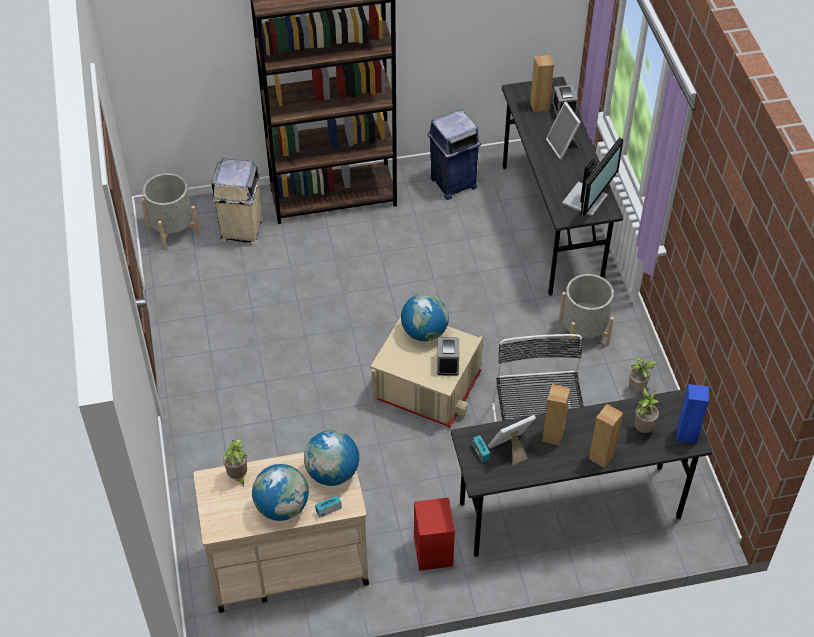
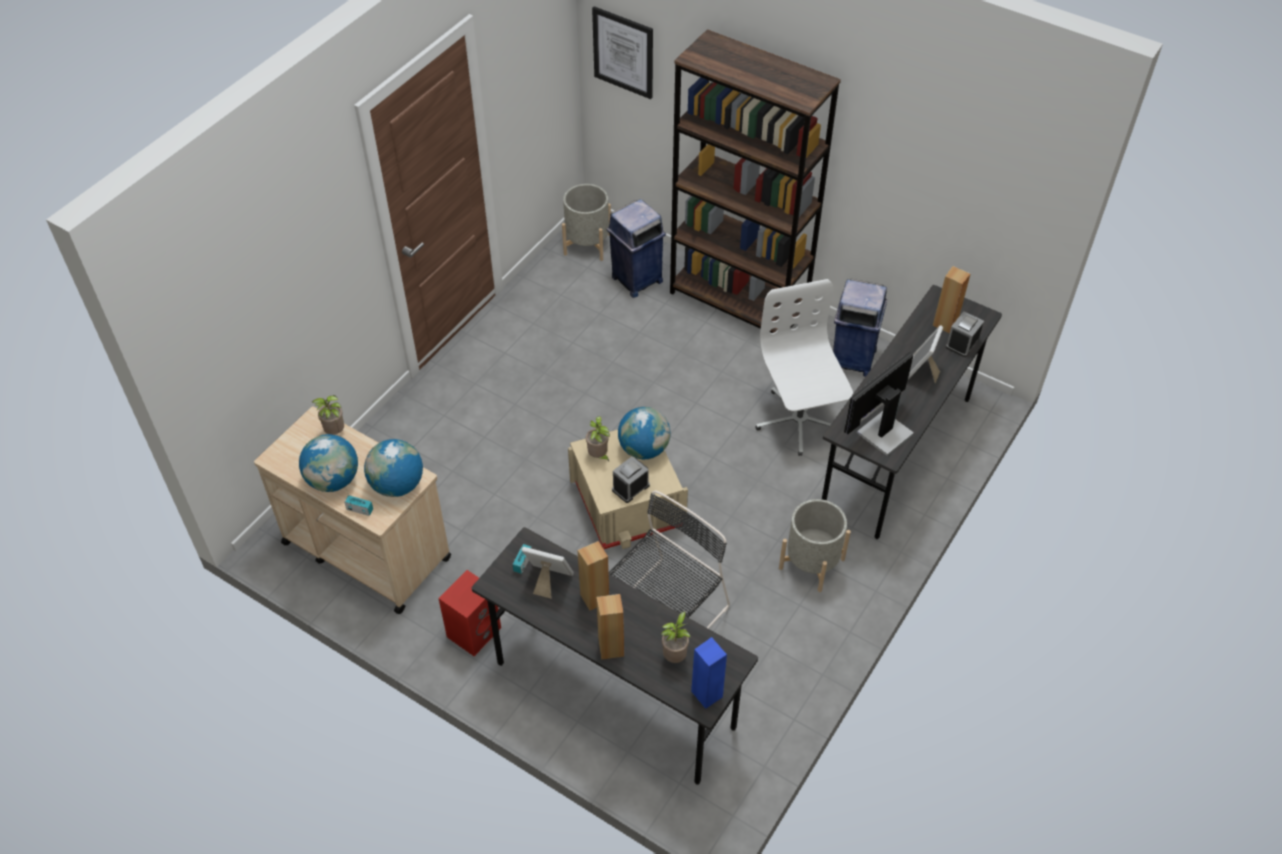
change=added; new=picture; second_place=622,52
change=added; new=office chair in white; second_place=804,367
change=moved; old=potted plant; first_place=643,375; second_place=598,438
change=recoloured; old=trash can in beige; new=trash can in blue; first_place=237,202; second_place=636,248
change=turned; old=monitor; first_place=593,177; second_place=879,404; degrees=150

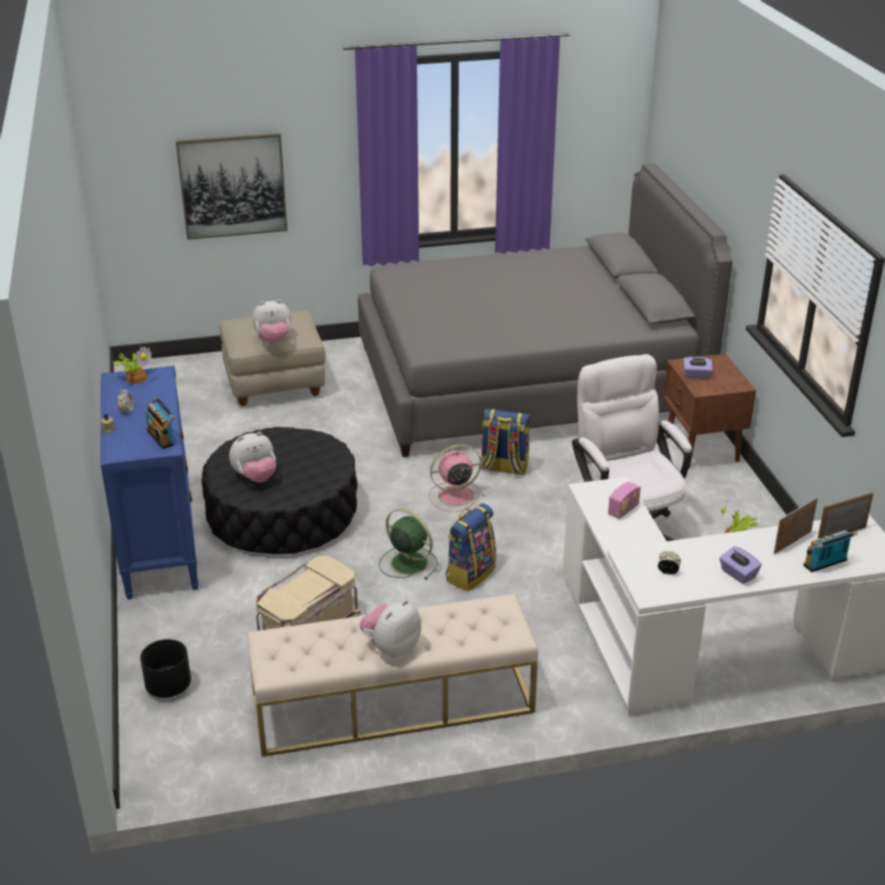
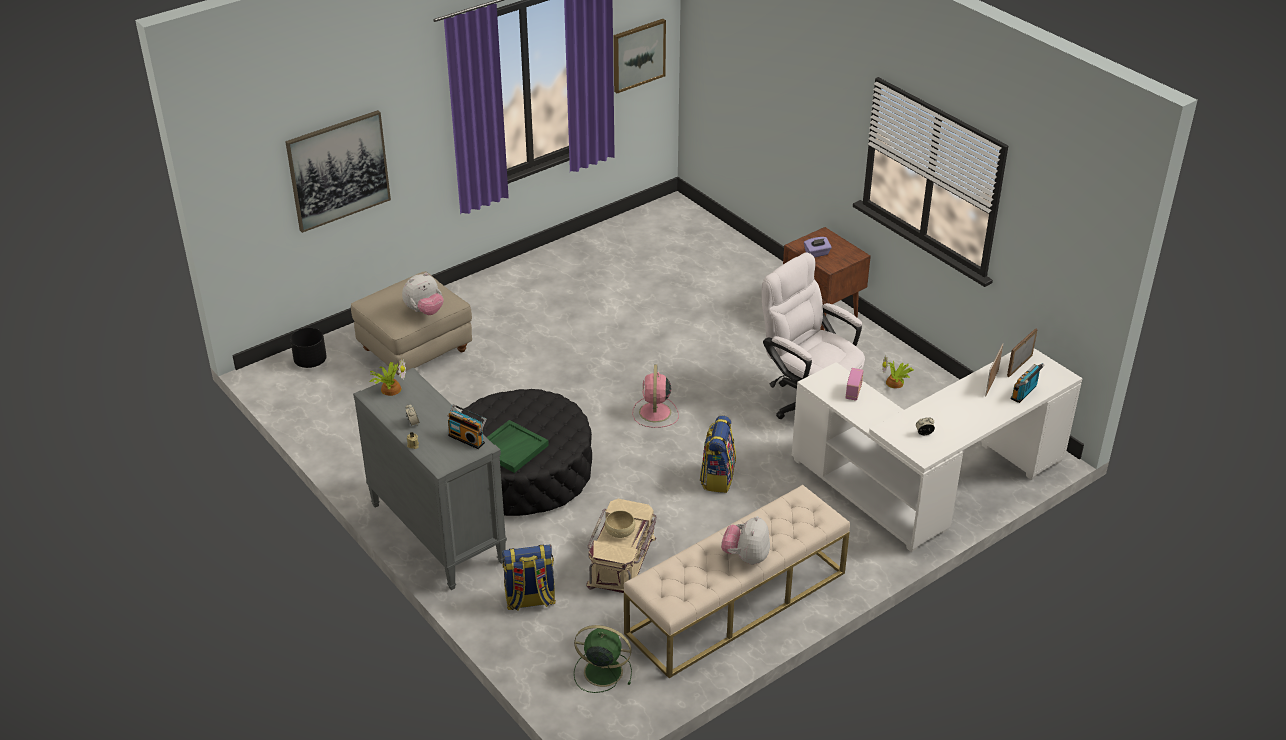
change=removed; old=bed in grey; first_place=545,310
change=removed; old=tissue box in purple; first_place=740,565
change=added; new=bowl in beige; second_place=620,524
change=added; new=picture; second_place=639,56
change=moved; old=planter in black; first_place=165,668; second_place=308,348
change=moved; old=fan in green; first_place=408,544; second_place=603,659
change=moved; old=backpack; first_place=505,442; second_place=529,577
change=replaced; old=plush toy; new=tray in green; first_place=252,457; second_place=518,446
change=recoloured; old=dresser in blue; new=dresser in grey; first_place=149,482; second_place=430,479
change=turned; old=fan in pink; first_place=457,478; second_place=655,396; degrees=-45

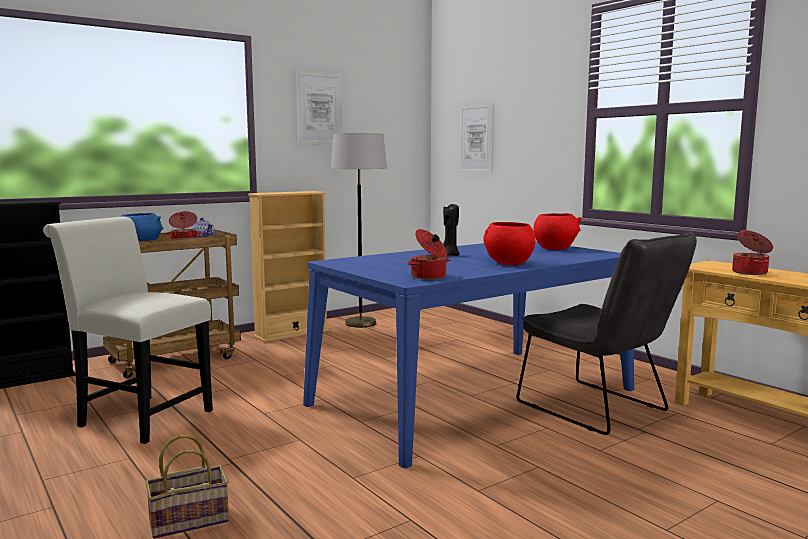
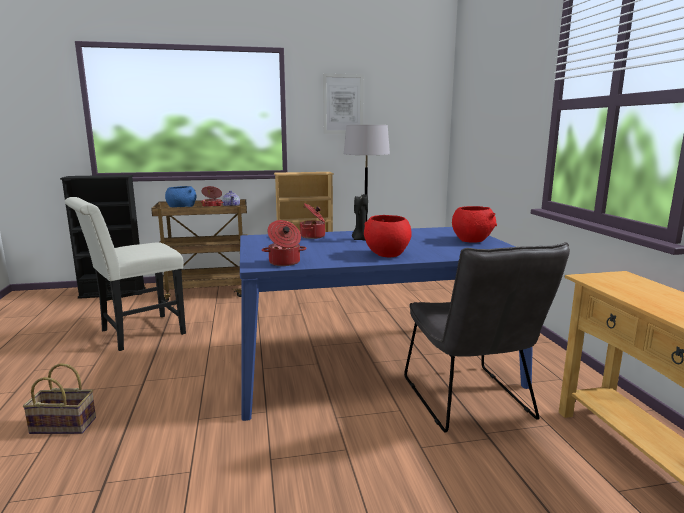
change=removed; old=picture; first_place=476,138
change=moved; old=cooking pot; first_place=752,252; second_place=312,221
change=turned; old=chair in white; first_place=128,330; second_place=125,274; degrees=-90

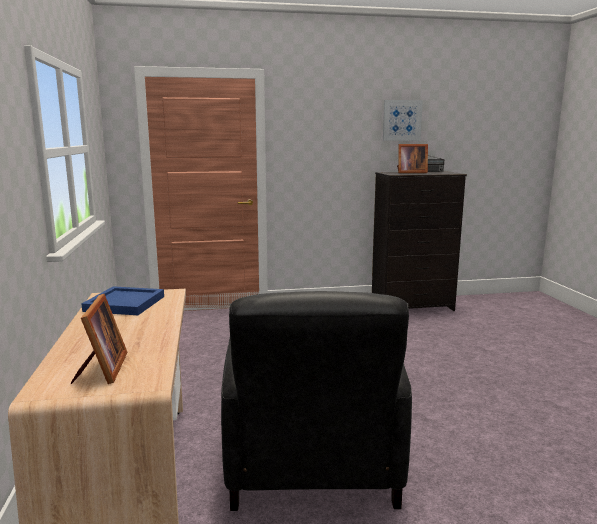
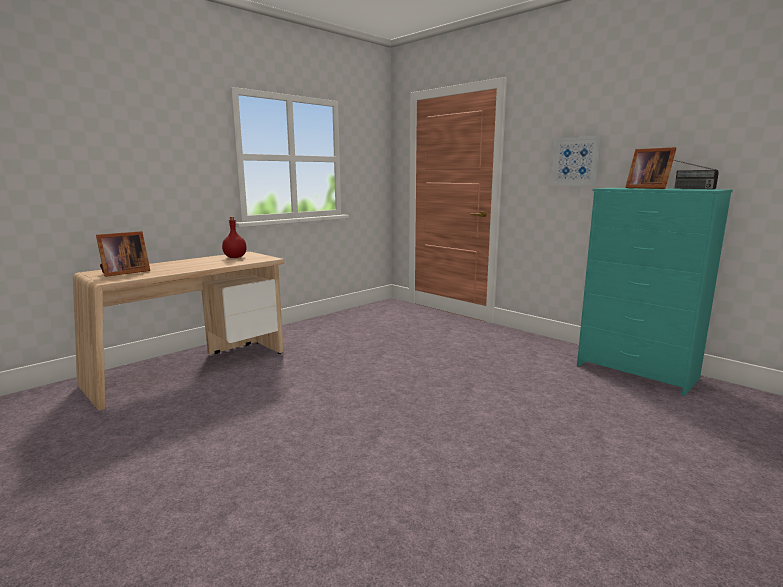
change=removed; old=armchair in black; first_place=316,401
change=moved; old=picture; first_place=403,120; second_place=576,161
change=replaced; old=tray in blue; new=bottle in red; first_place=122,300; second_place=234,237
change=recoloured; old=dresser in black; new=dresser in turquoise; first_place=419,241; second_place=655,292

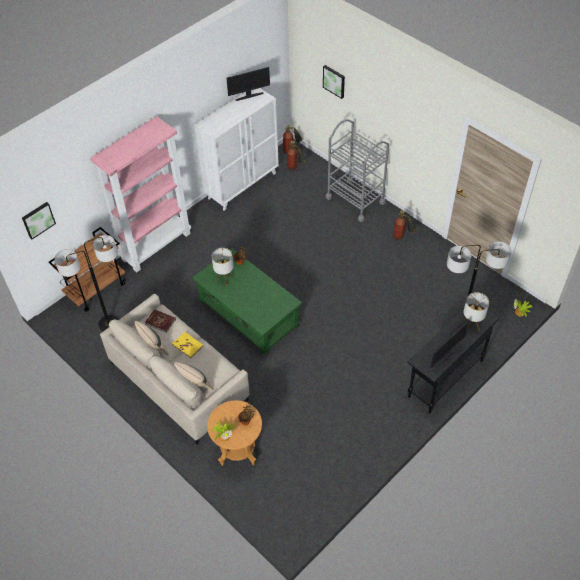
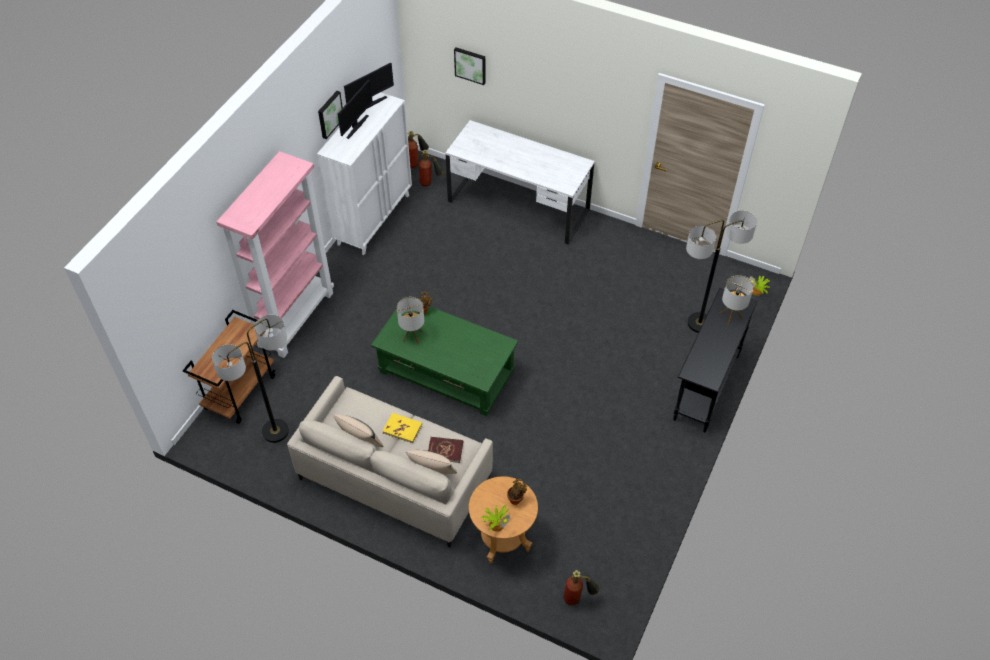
change=moved; old=picture; first_place=39,220; second_place=330,115
change=moved; old=book in red; first_place=160,321; second_place=445,450
change=moved; old=fire extinguisher; first_place=404,225; second_place=581,587
change=moved; old=monitor; first_place=449,344; second_place=355,109
change=replaced; old=cart in grey; new=desk in white; first_place=357,170; second_place=520,182

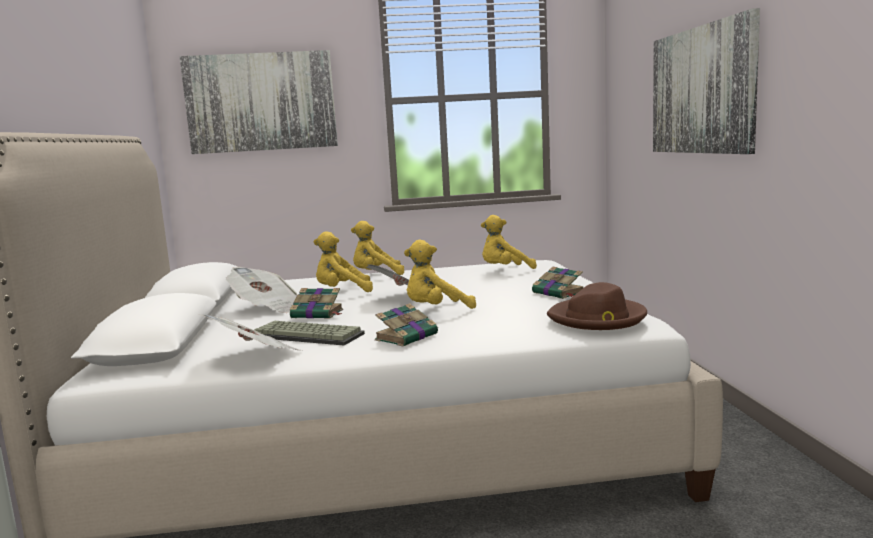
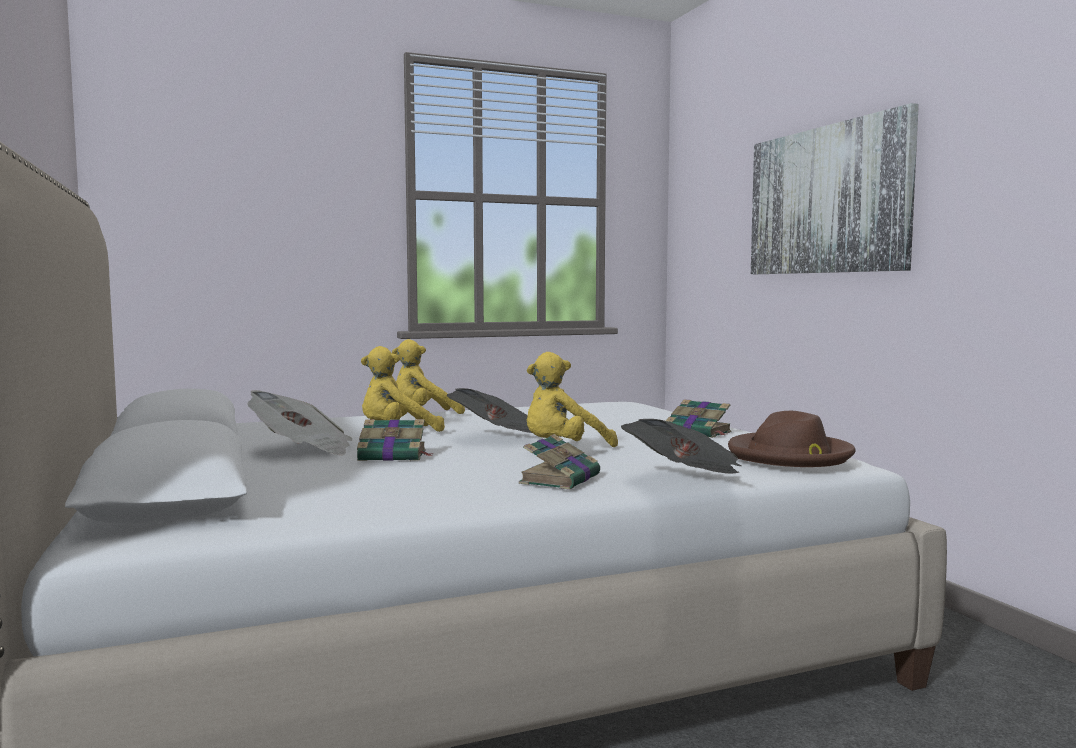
change=removed; old=picture; first_place=258,102
change=removed; old=keyboard; first_place=309,333
change=removed; old=plush toy in yellow; first_place=509,242
change=moved; old=newspaper; first_place=249,332; second_place=681,446

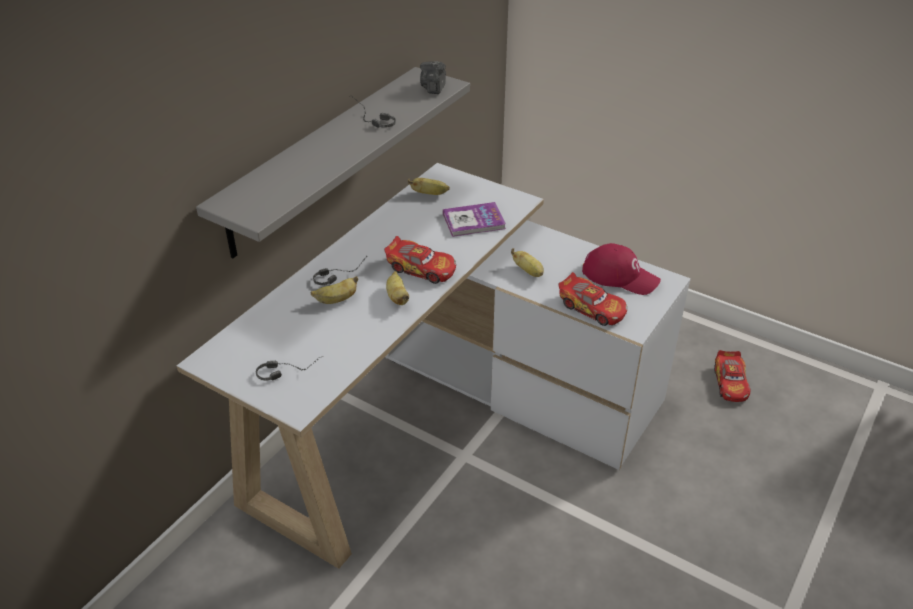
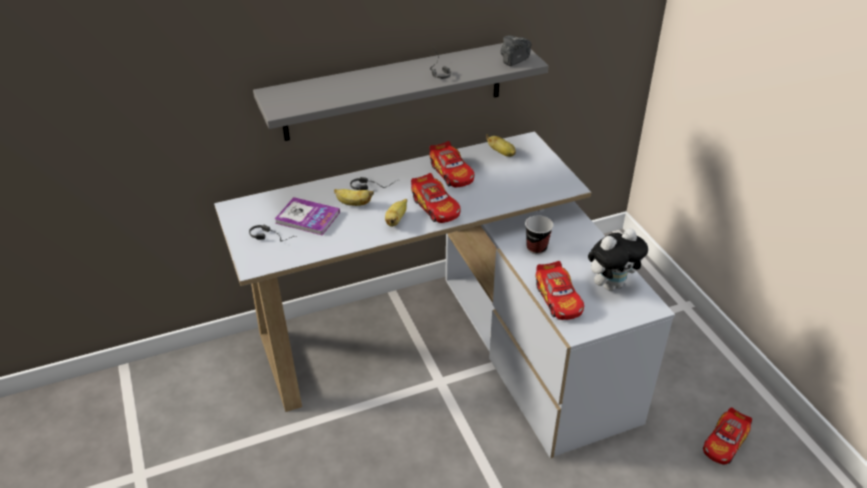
change=added; new=toy car; second_place=451,164
change=moved; old=book; first_place=474,219; second_place=307,216
change=replaced; old=banana; new=cup; first_place=527,262; second_place=539,234
change=replaced; old=cap in red; new=plush toy; first_place=621,269; second_place=618,259

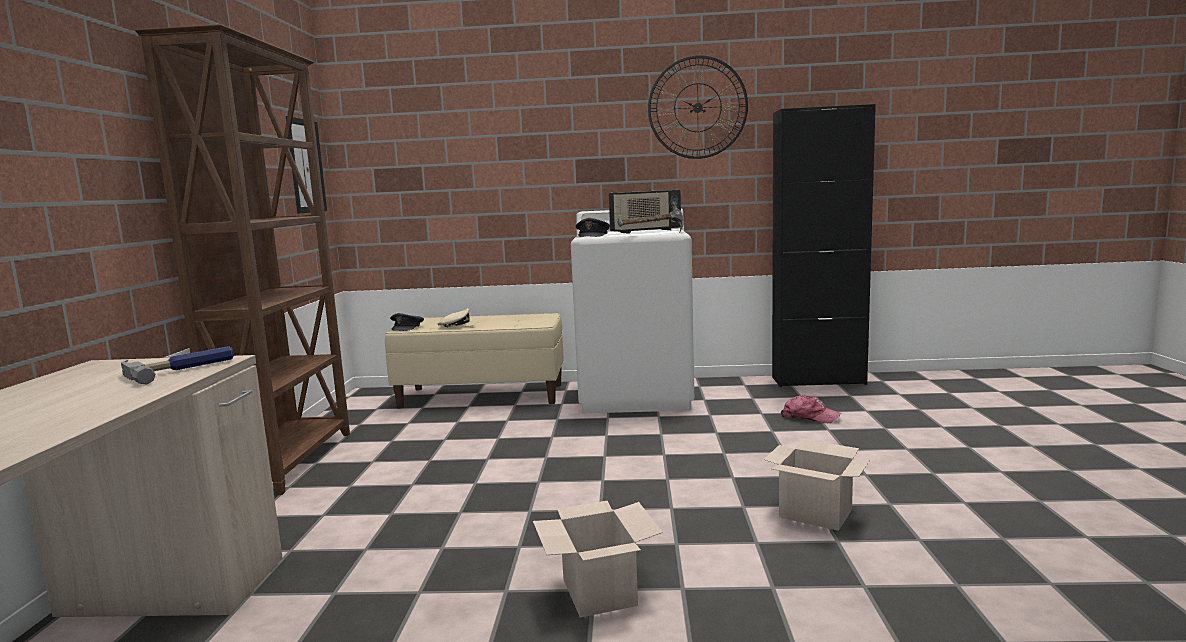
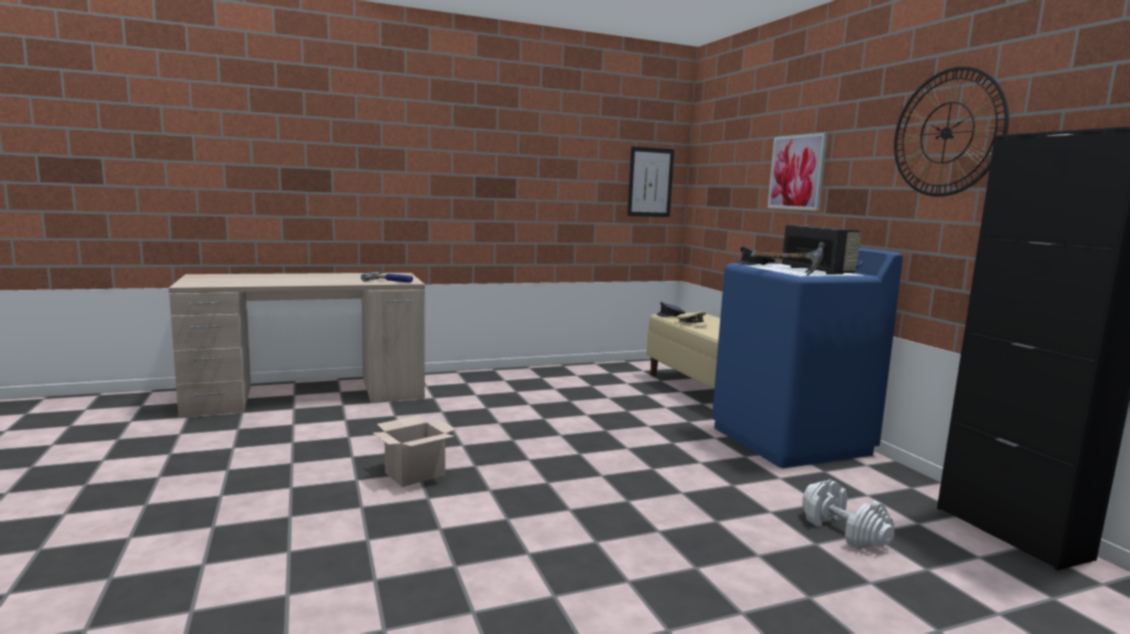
change=removed; old=bookcase in brown; first_place=242,259
change=removed; old=cardboard box; first_place=817,485
change=added; new=picture; second_place=797,172
change=replaced; old=cap; new=dumbbell in white; first_place=811,409; second_place=848,514
change=recoloured; old=washing machine in white; new=washing machine in blue; first_place=632,310; second_place=807,358
change=turned; old=radio; first_place=645,212; second_place=821,249; degrees=-150

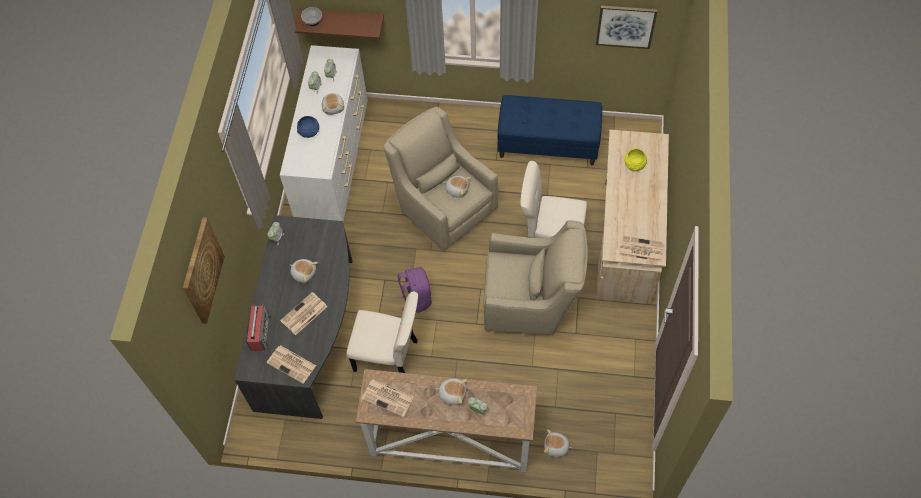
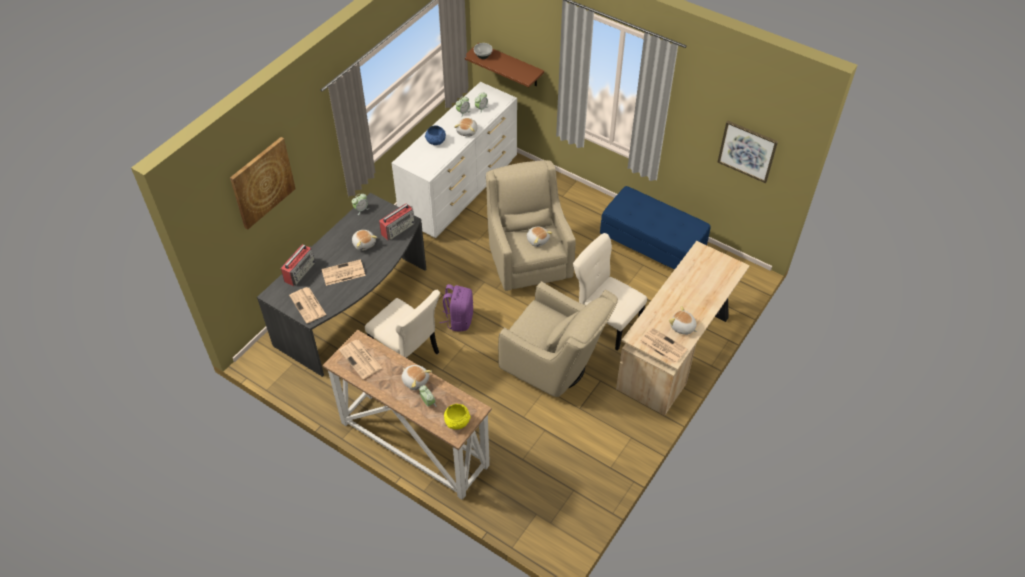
change=added; new=radio; second_place=397,221
change=moved; old=plush toy; first_place=558,443; second_place=683,320
change=moved; old=bowl in yellow; first_place=636,159; second_place=457,417

